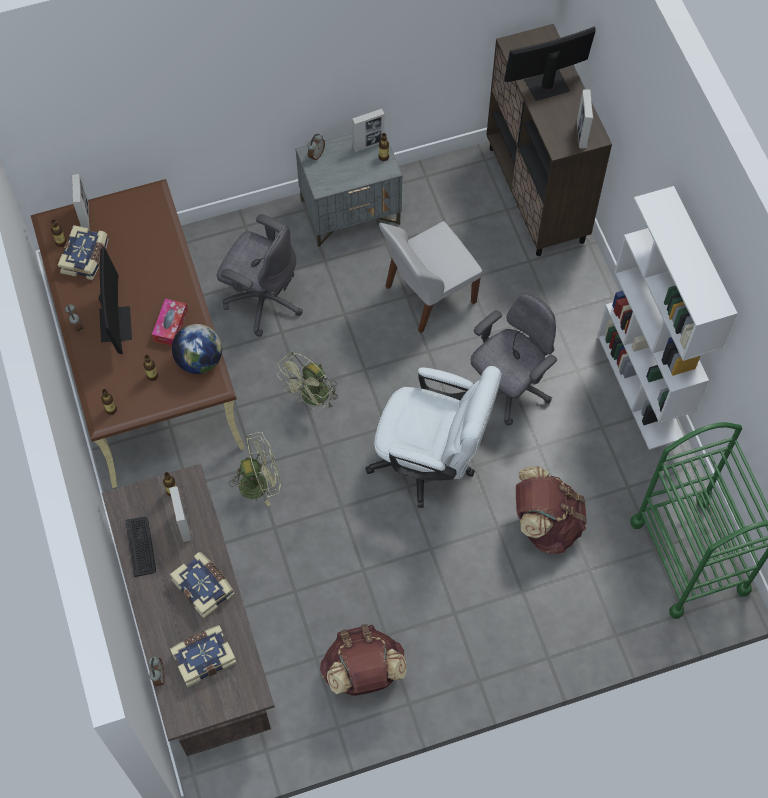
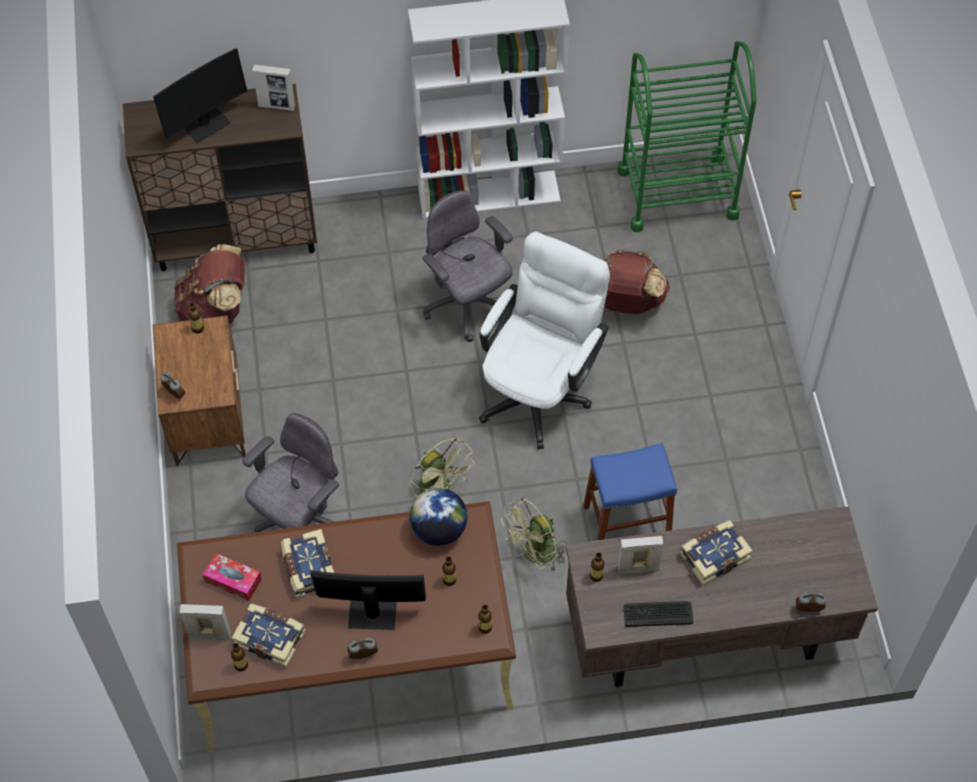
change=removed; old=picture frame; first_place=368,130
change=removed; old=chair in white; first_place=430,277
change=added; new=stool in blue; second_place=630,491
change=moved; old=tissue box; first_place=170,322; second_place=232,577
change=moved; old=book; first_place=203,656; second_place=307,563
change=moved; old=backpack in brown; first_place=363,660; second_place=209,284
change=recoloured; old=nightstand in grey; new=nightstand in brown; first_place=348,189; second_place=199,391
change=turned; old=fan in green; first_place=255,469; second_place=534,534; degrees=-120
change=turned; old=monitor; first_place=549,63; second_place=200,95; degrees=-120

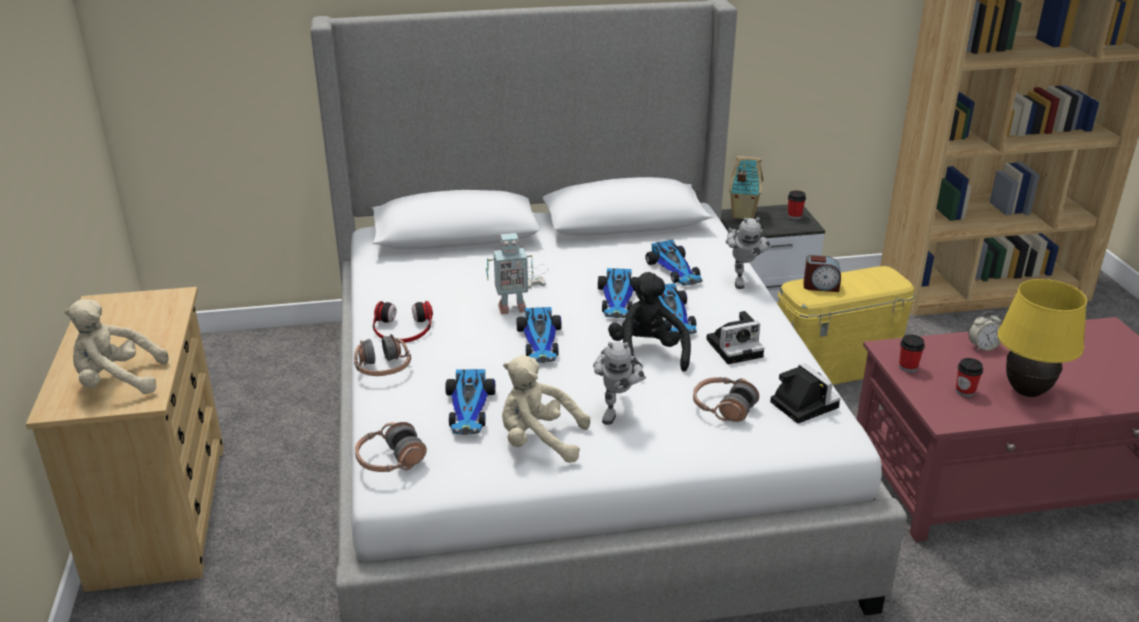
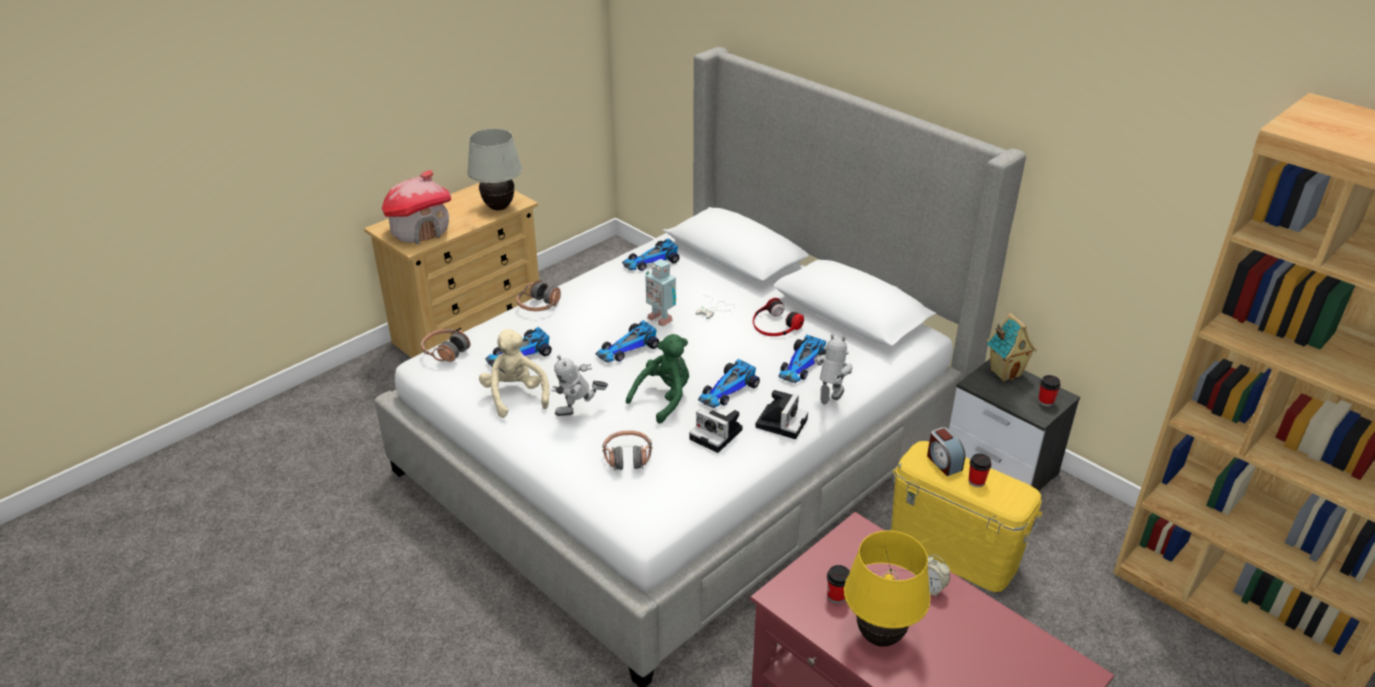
change=added; new=table lamp in white; second_place=494,169
change=moved; old=headphones; first_place=403,322; second_place=778,317
change=moved; old=toy car; first_place=618,293; second_place=651,254
change=moved; old=photo camera; first_place=805,393; second_place=781,414
change=moved; old=cup; first_place=912,353; second_place=980,470
change=replaced; old=plush toy in beige; new=toy house; first_place=116,346; second_place=417,207
change=recoloured; old=plush toy in black; new=plush toy in green; first_place=649,323; second_place=657,379
change=turned; old=toy robot; first_place=748,253; second_place=833,369; degrees=150

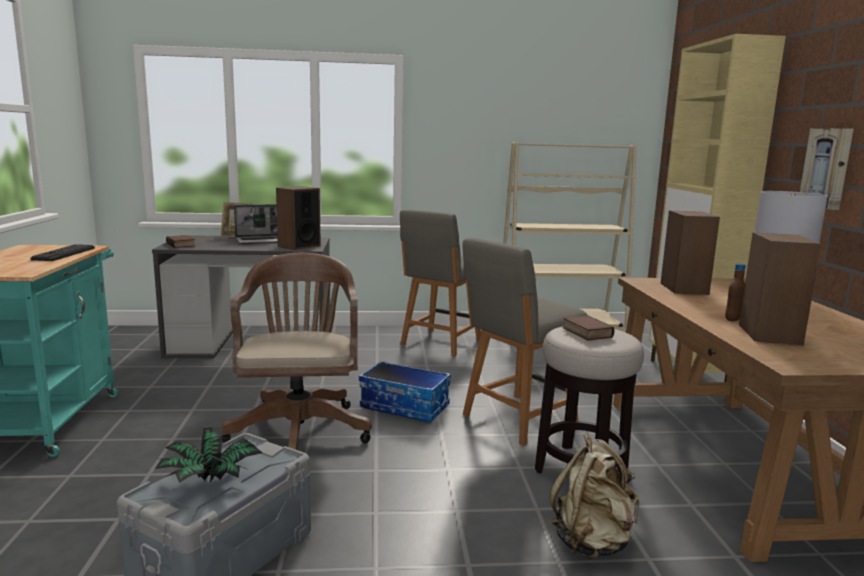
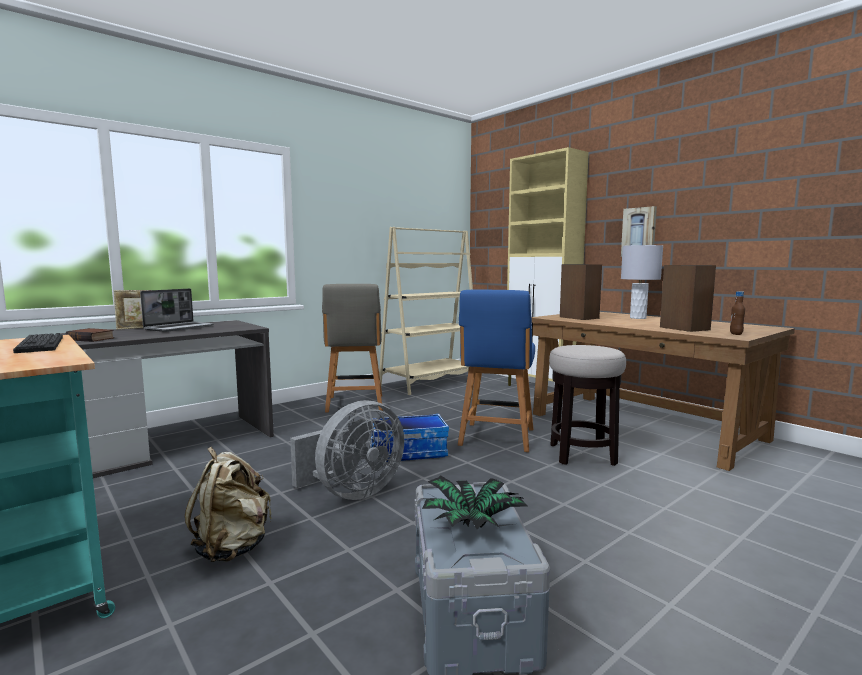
change=removed; old=speaker; first_place=298,218
change=removed; old=book; first_place=589,327
change=moved; old=backpack in beige; first_place=595,496; second_place=228,504
change=moved; old=bottle in brown; first_place=735,292; second_place=737,313
change=replaced; old=office chair in brown; new=fan in grey; first_place=296,351; second_place=347,450
change=recoloured; old=chair in grey; new=chair in blue; first_place=525,342; second_place=496,371

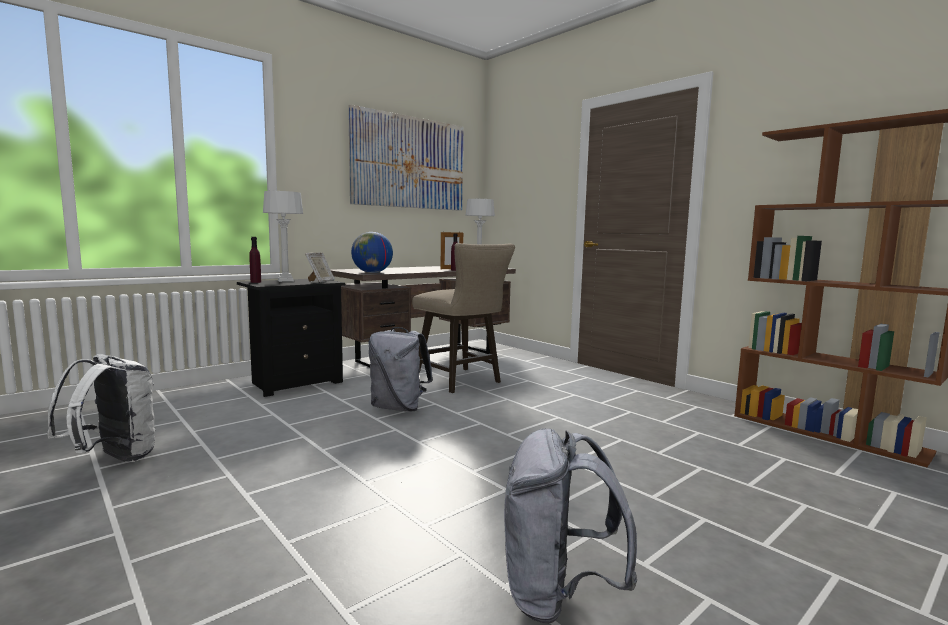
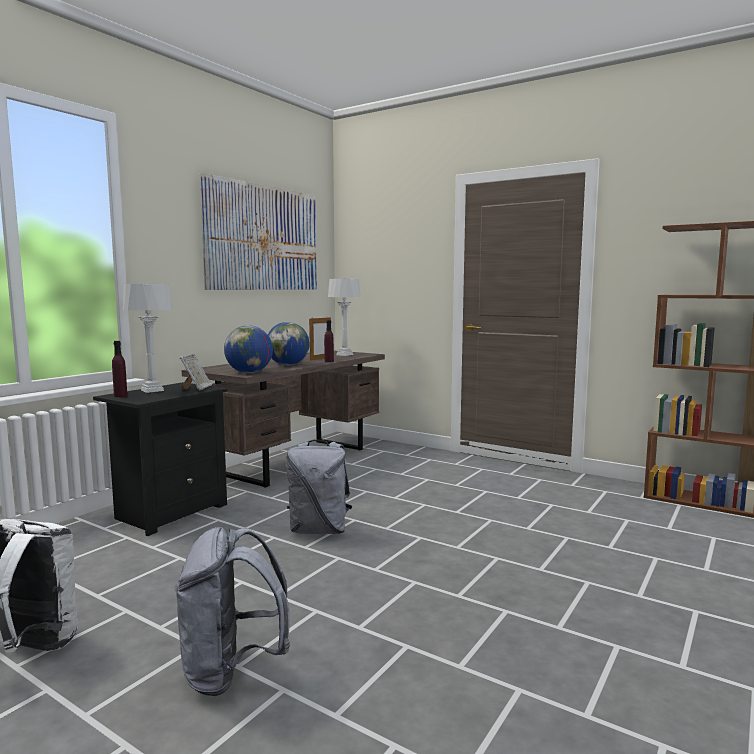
change=removed; old=stool in beige; first_place=463,318
change=added; new=globe; second_place=289,343
change=moved; old=backpack in grey; first_place=570,526; second_place=232,611

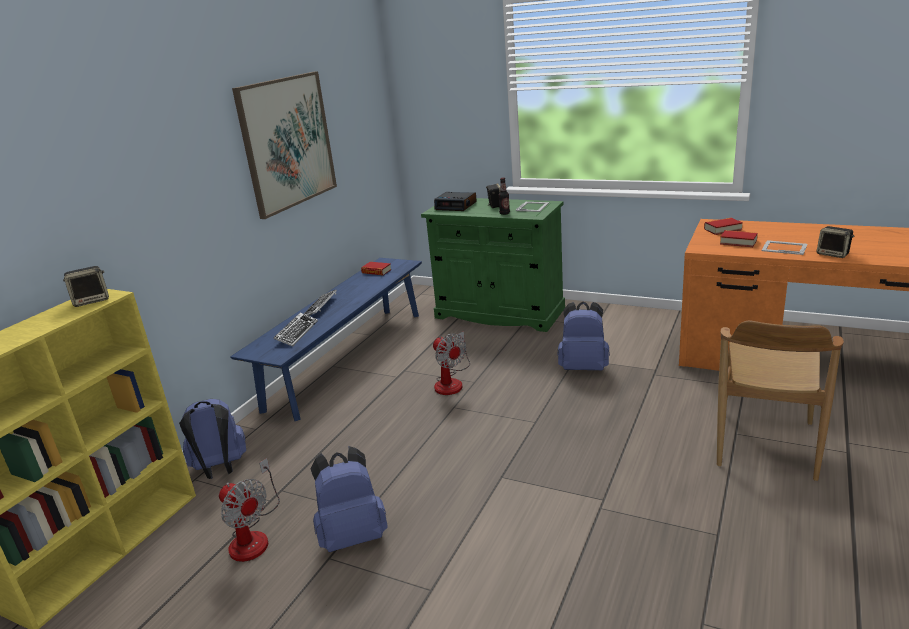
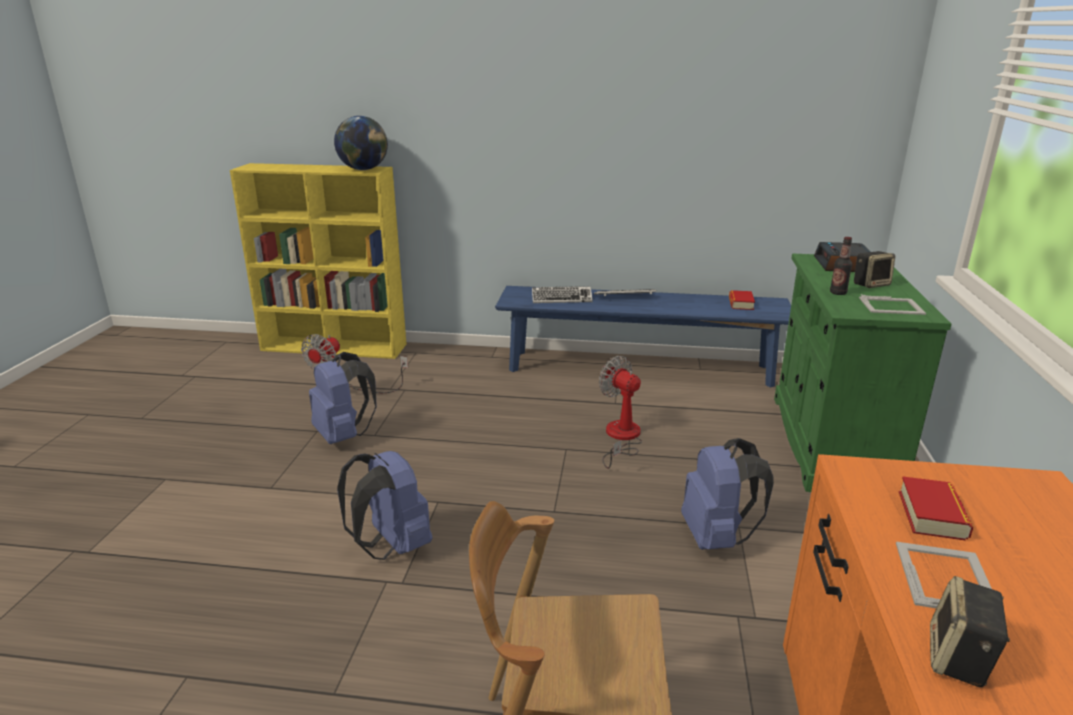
change=removed; old=picture; first_place=284,145
change=removed; old=book; first_place=723,226
change=moved; old=backpack in blue; first_place=212,439; second_place=384,505
change=replaced; old=speaker; new=globe; first_place=86,286; second_place=361,143
change=turned; old=fan; first_place=451,363; second_place=620,412; degrees=105

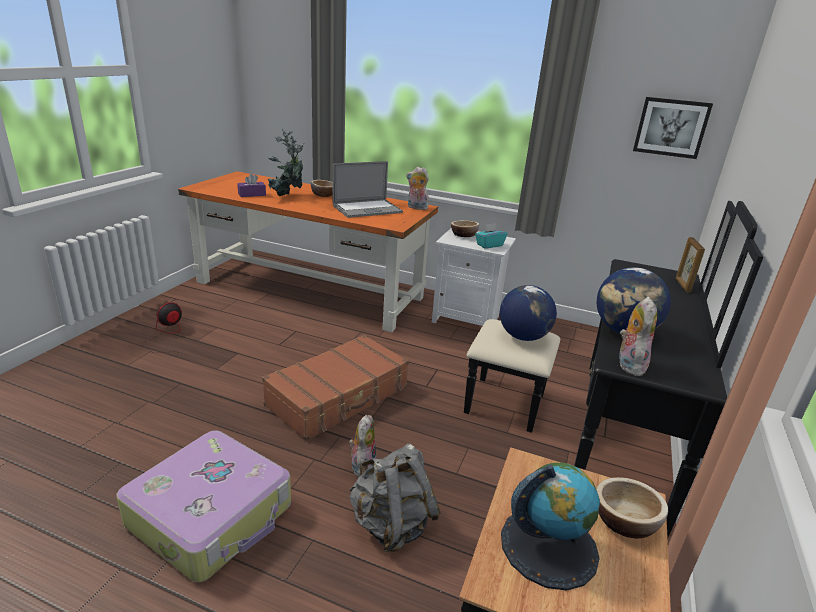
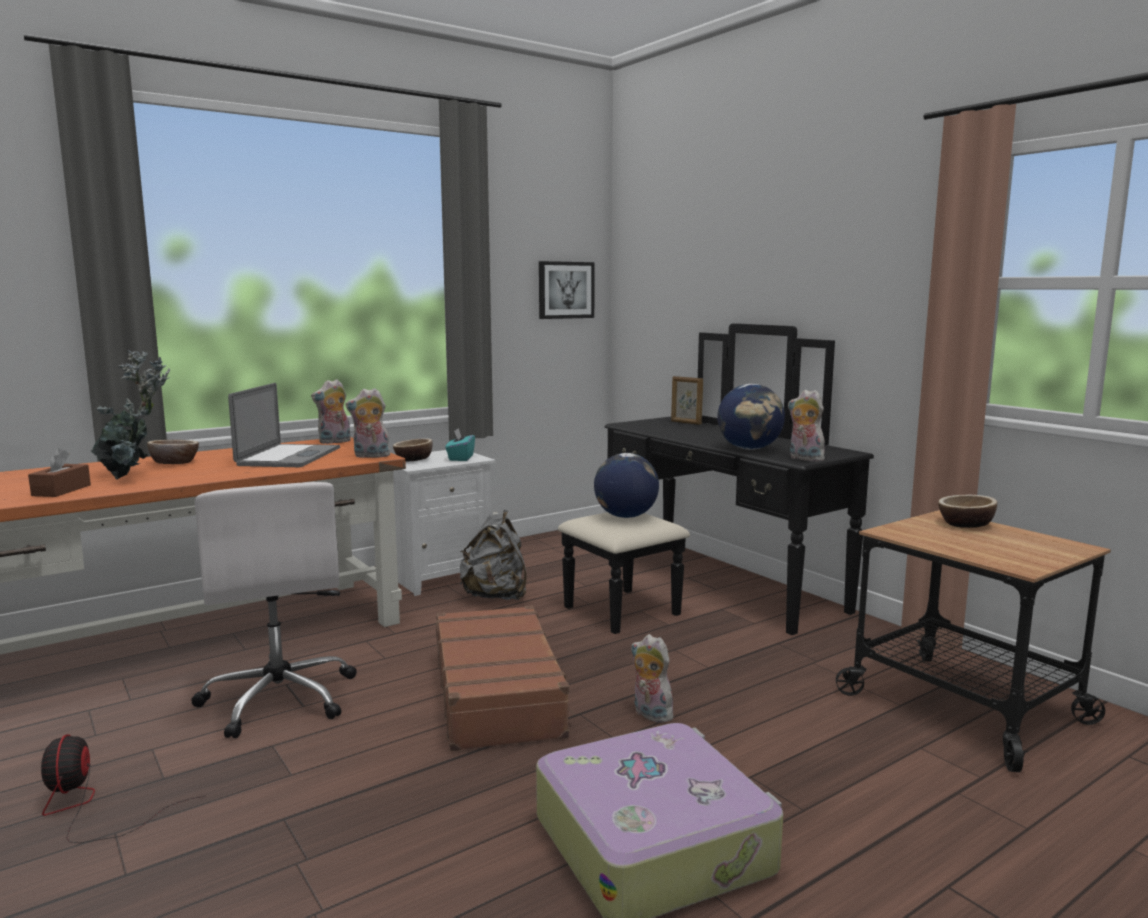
change=removed; old=globe; first_place=550,526
change=added; new=office chair in white; second_place=274,610
change=added; new=plush toy; second_place=368,423
change=moved; old=backpack in grey; first_place=395,497; second_place=493,555
change=recoloured; old=tissue box in purple; new=tissue box in brown; first_place=251,185; second_place=59,472

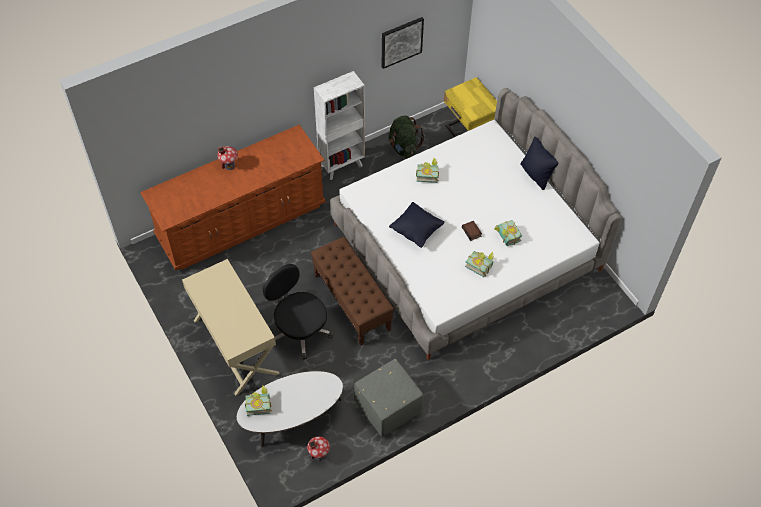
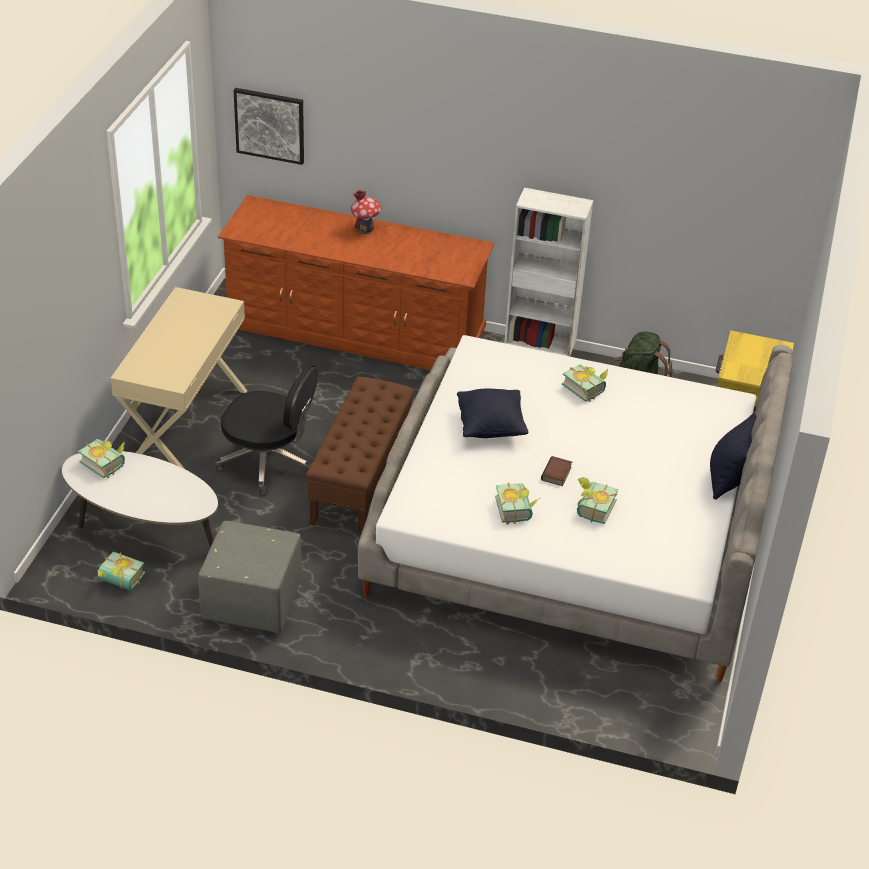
change=moved; old=picture; first_place=403,43; second_place=269,126
change=replaced; old=toy house; new=book; first_place=318,448; second_place=121,571
change=turned; old=office chair in black; first_place=298,312; second_place=266,430; degrees=105

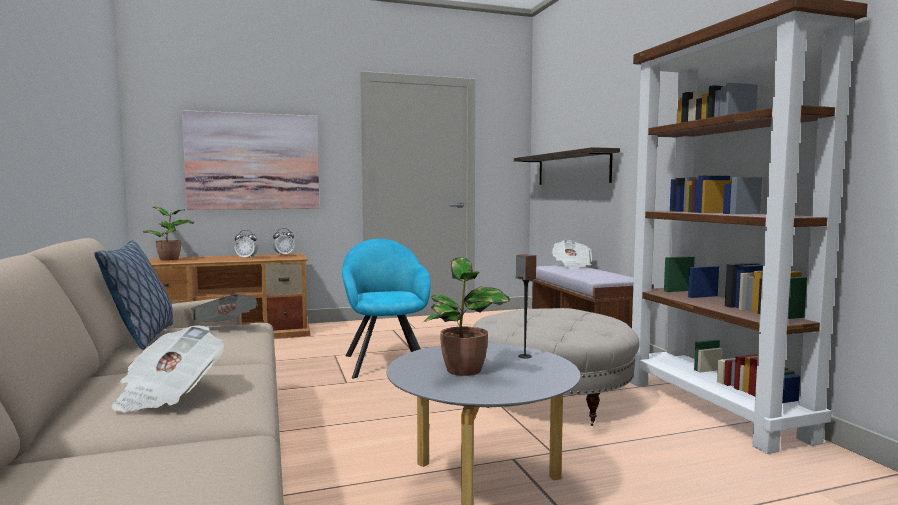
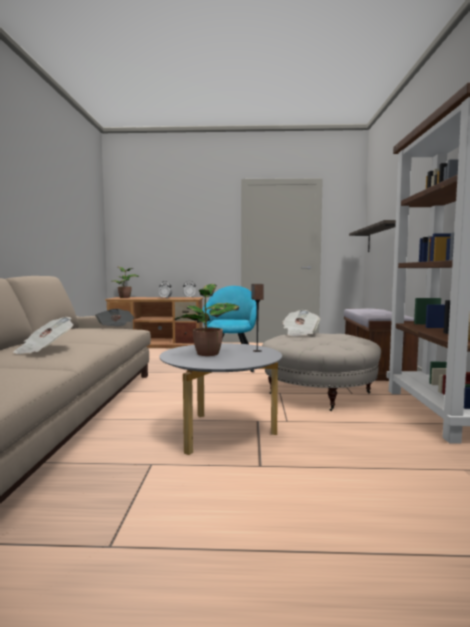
change=removed; old=pillow; first_place=133,294
change=removed; old=picture; first_place=250,160
change=moved; old=newspaper; first_place=571,254; second_place=302,323

